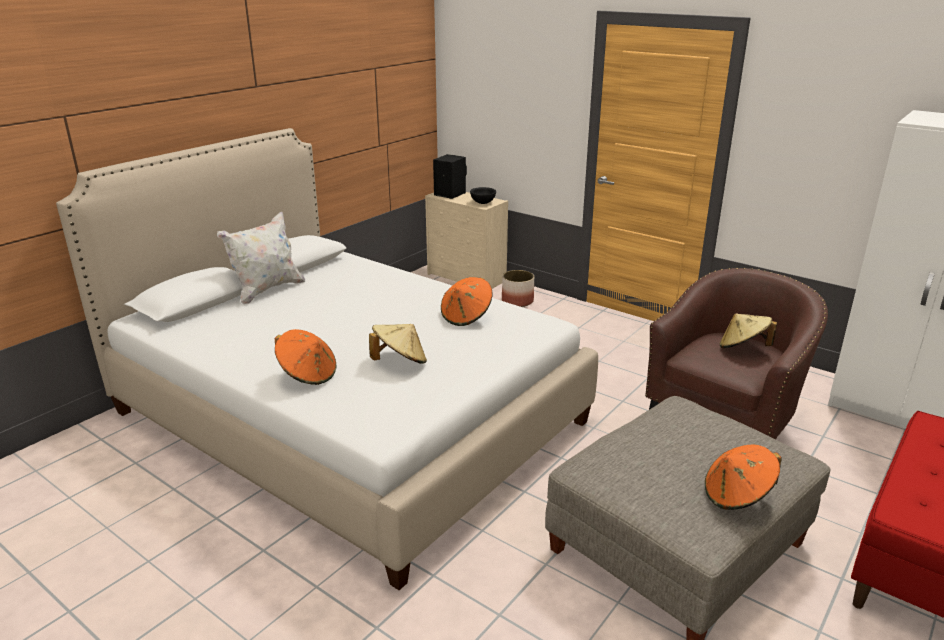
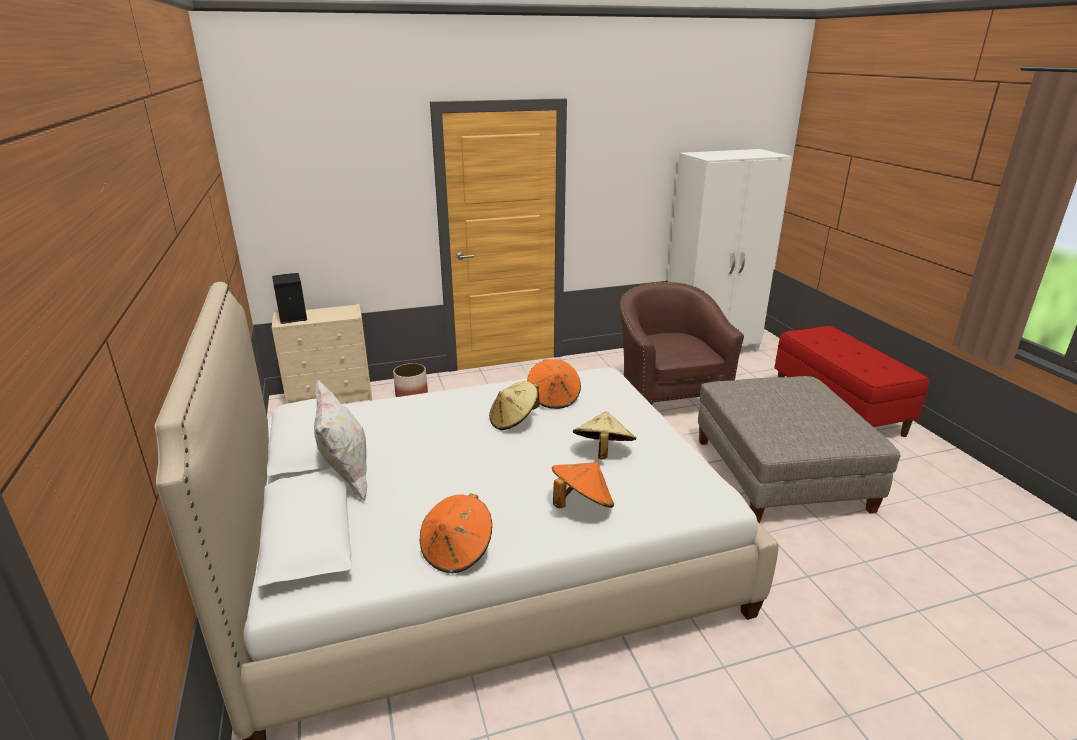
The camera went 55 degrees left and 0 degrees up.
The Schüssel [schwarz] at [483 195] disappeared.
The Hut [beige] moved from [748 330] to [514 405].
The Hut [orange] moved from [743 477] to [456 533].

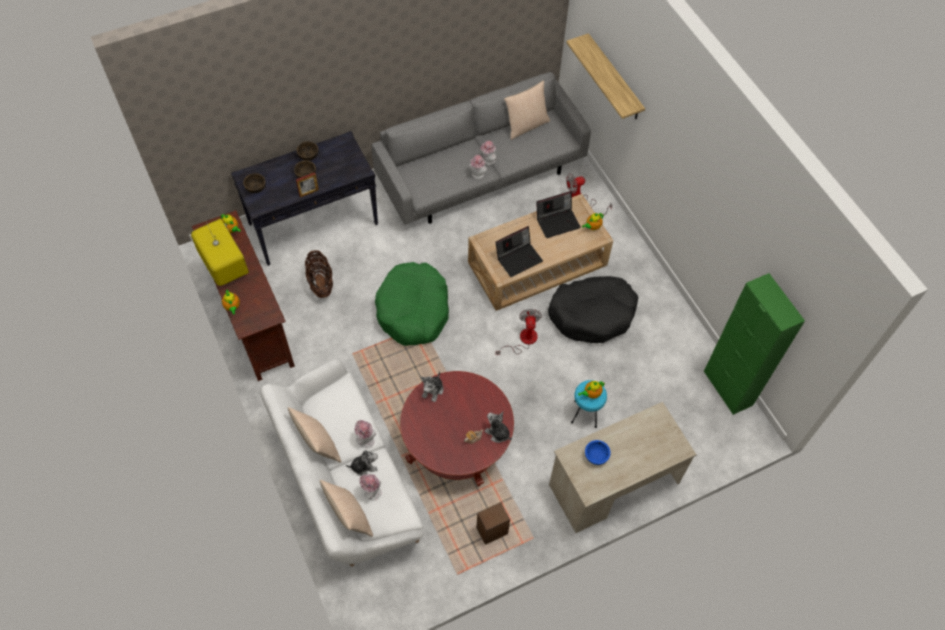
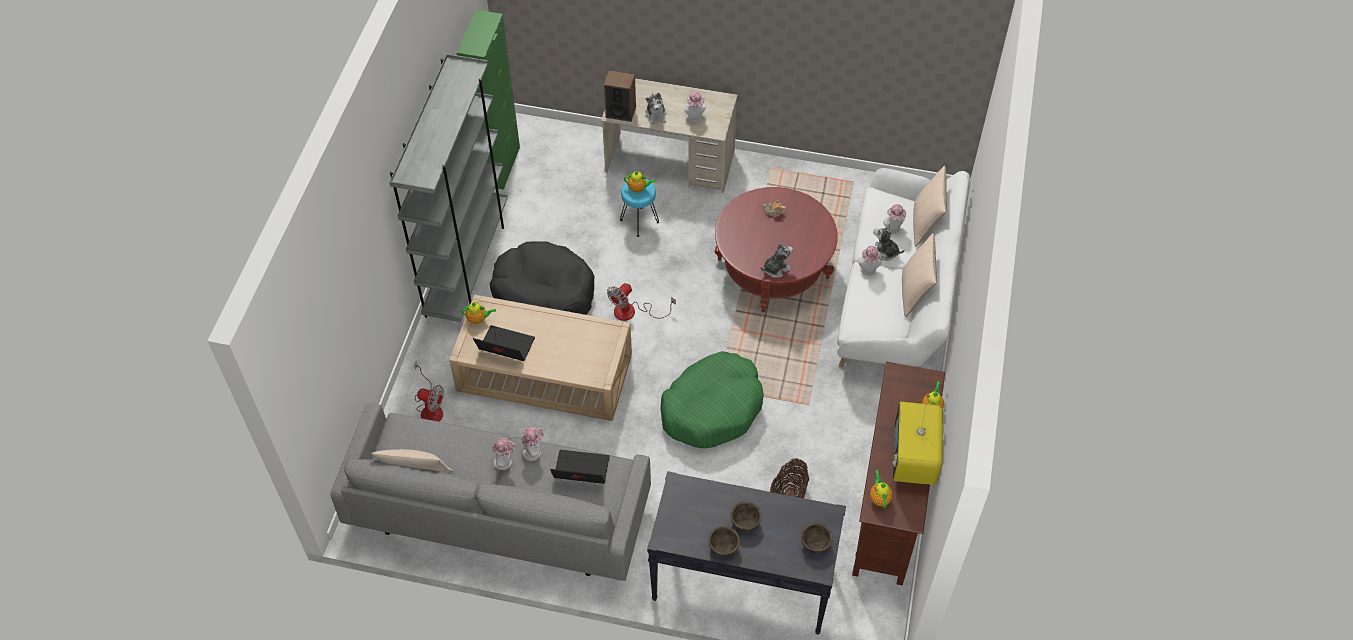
The camera went 140 degrees left and 5 degrees down.
The Wandregal at [605 76] disappeared.
The Bilderrahmen at [307 184] disappeared.
The Laptop moved from [519 251] to [580 467].
The Plüschtier moved from [498 427] to [656 109].
The Schüssel [blau] at [598 452] was replaced by the Hut at [695 106].
The Lautsprecher moved from [493 523] to [620 96].
The Bücherregal [grau] at [448 188] appeared.

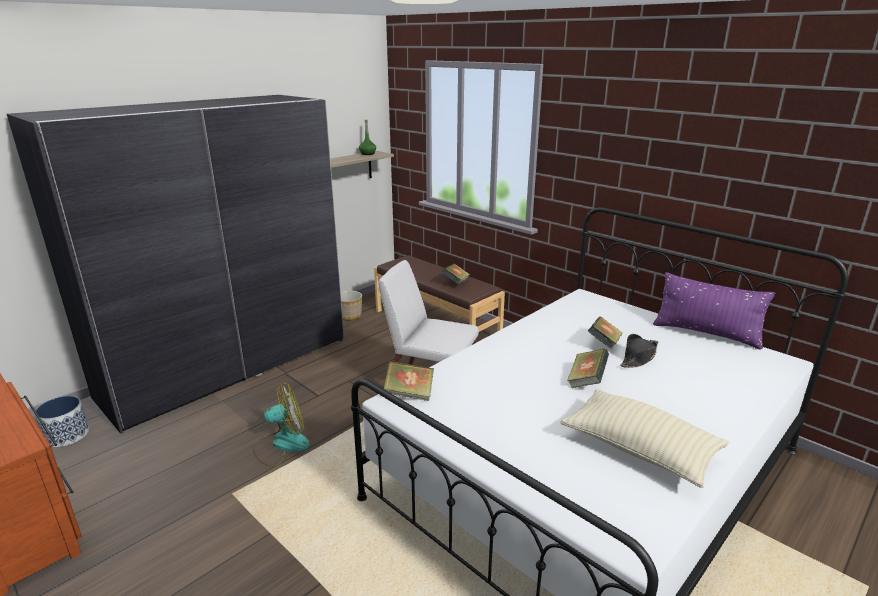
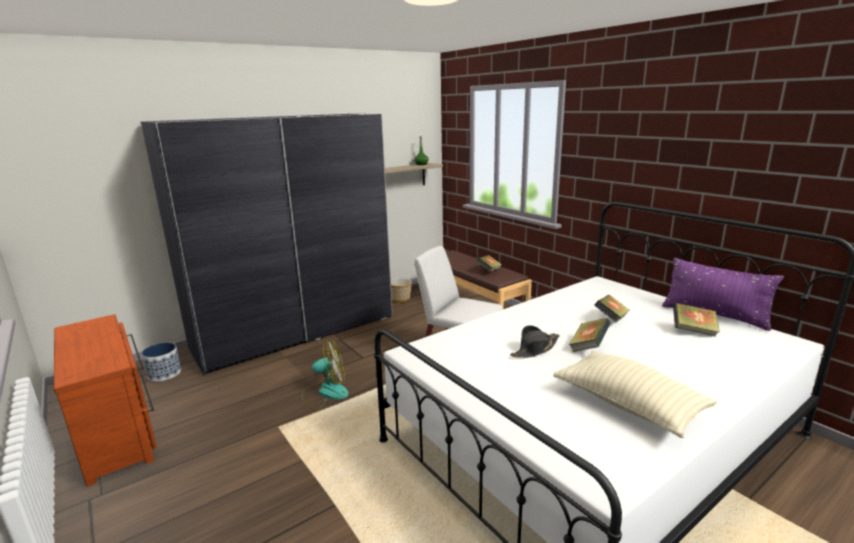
The camera went 10 degrees right and 5 degrees down.
The Hut [schwarz] moved from [639 351] to [535 341].
The Buch moved from [409 381] to [696 320].

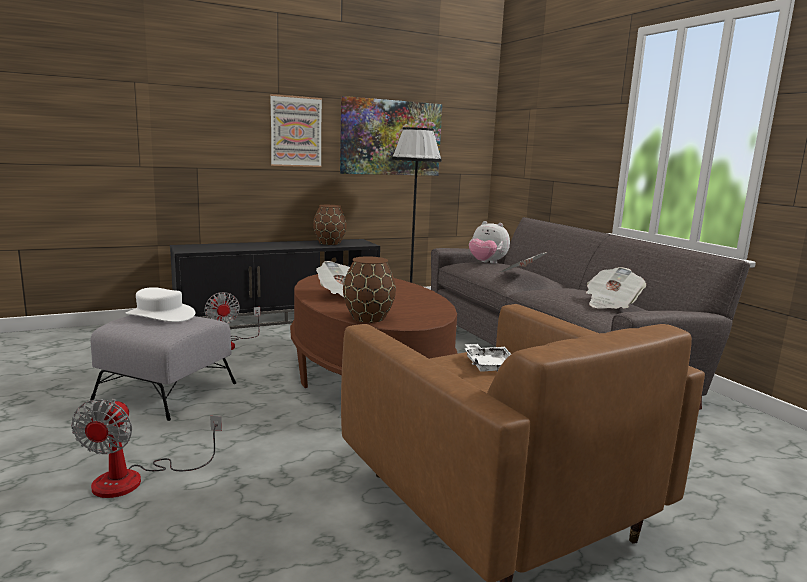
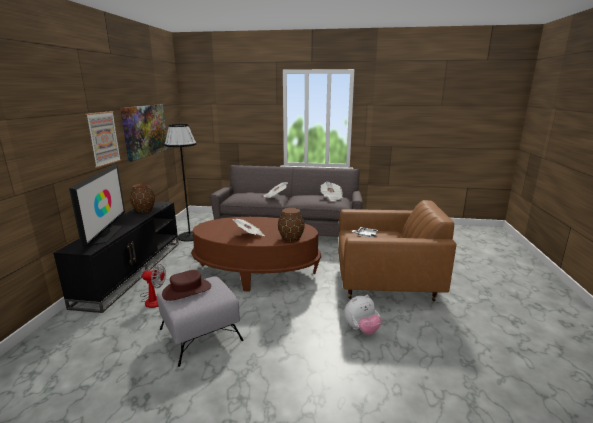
The camera went 55 degrees left and 5 degrees up.
The Plüschtier moved from [489 242] to [363 315].
The Hut [weiß] at [160 304] became the Hut [braun] at [186 285].
The Ventilator at [146 448] disappeared.
The Fernseher at [97 206] appeared.

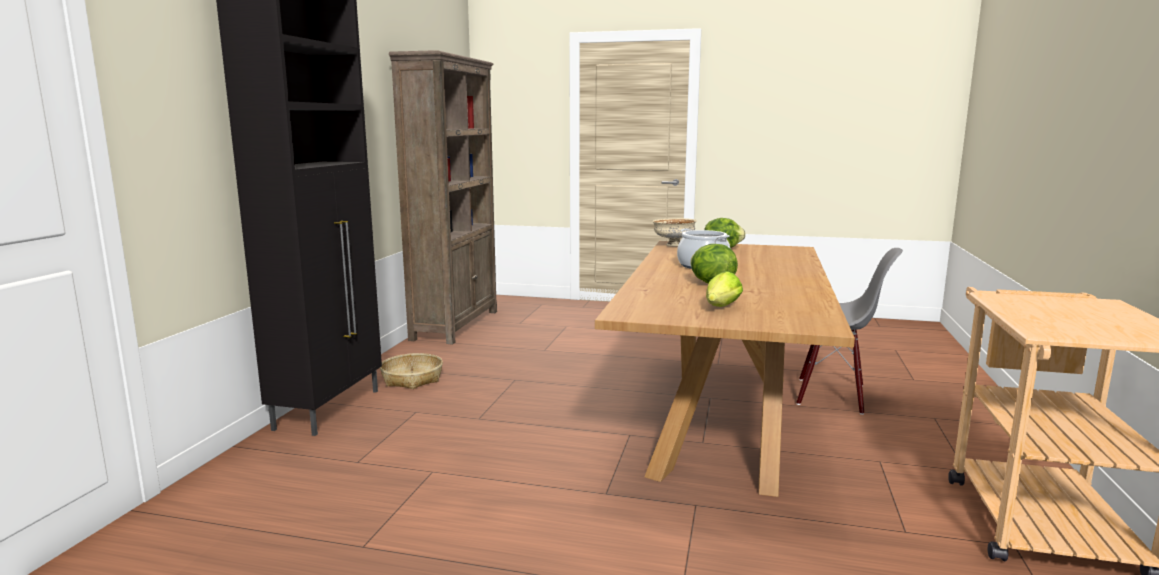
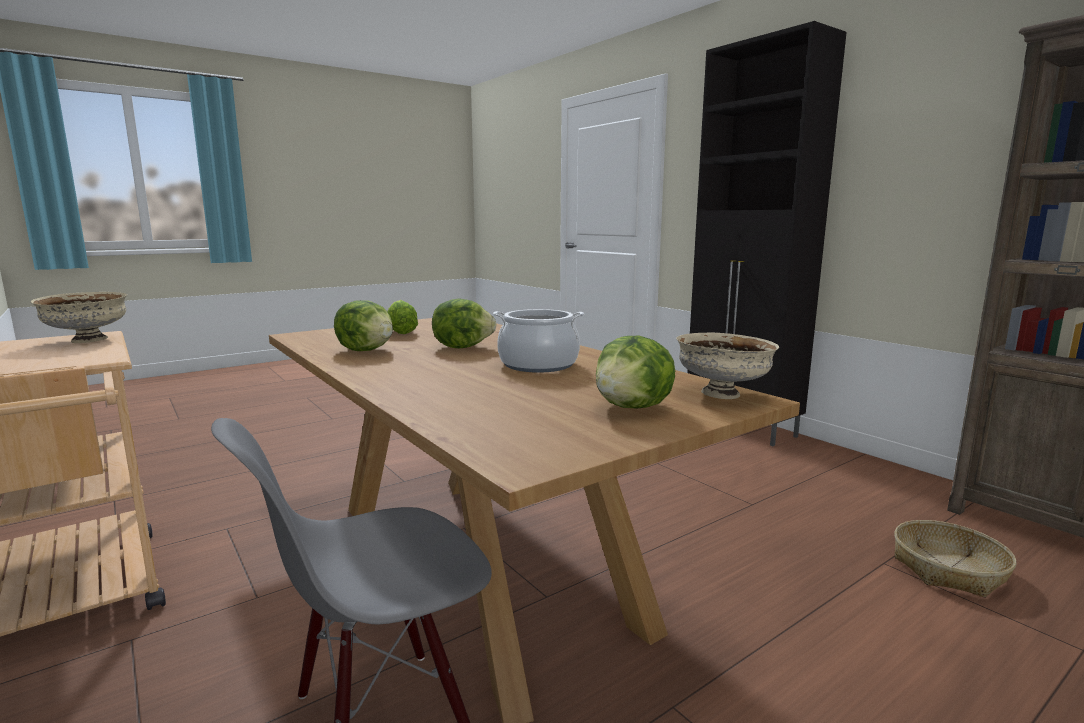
The camera went 130 degrees right and 0 degrees up.
The Korb moved from [411 371] to [955 558].
The Schüssel [beige] at [79 317] appeared.
The Salatkopf at [363 325] appeared.

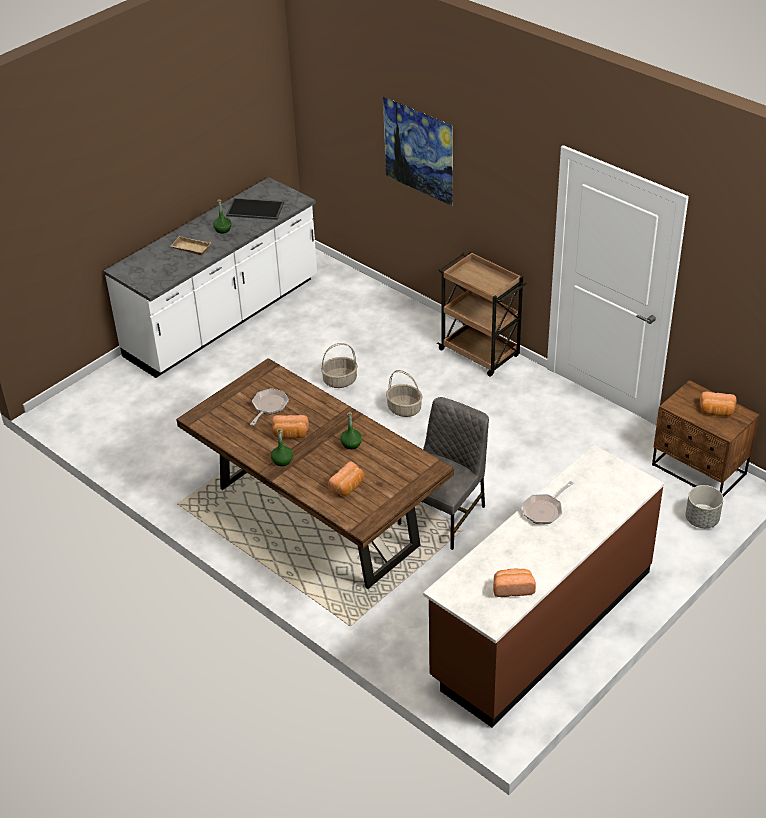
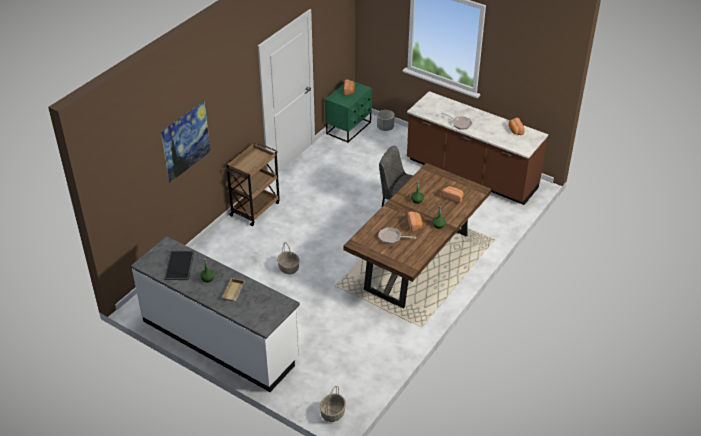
The camera went 100 degrees left and 0 degrees up.
The Korb moved from [404 393] to [333 404].
The Nachttisch [braun] at [706 438] became the Nachttisch [grün] at [348 111].

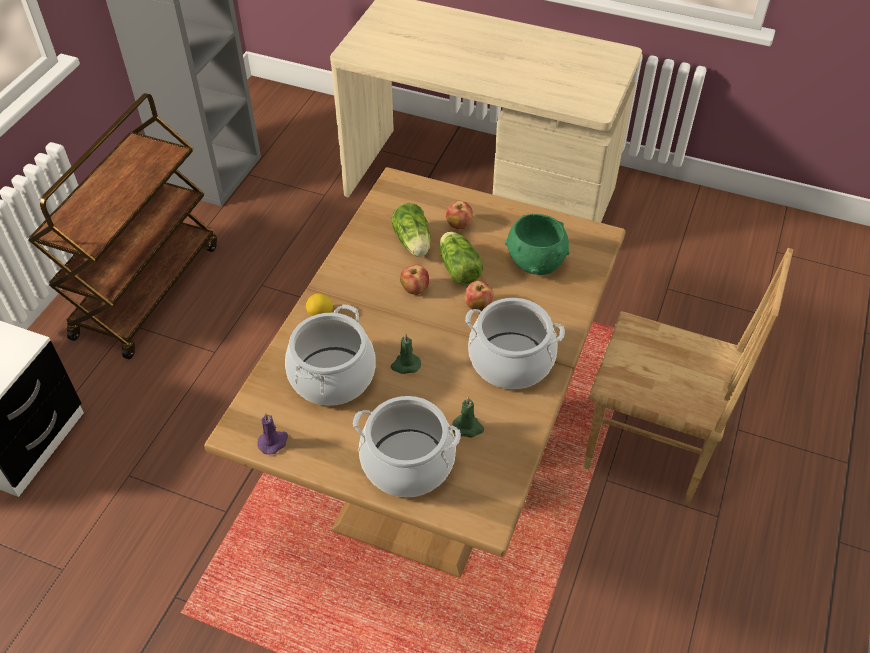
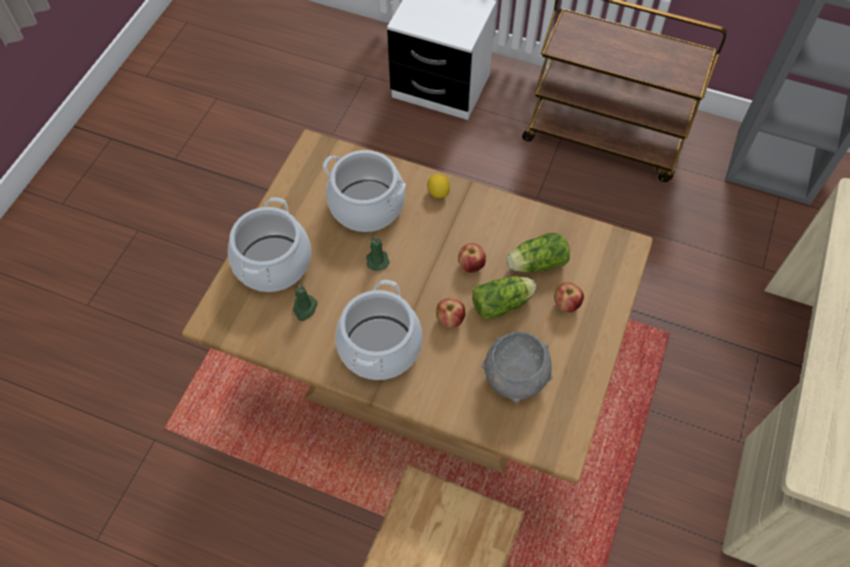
The camera went 90 degrees right and 10 degrees up.
The Schüssel [grün] at [537 244] became the Schüssel [grau] at [517 367].
The Kerze [lila] at [272 433] disappeared.

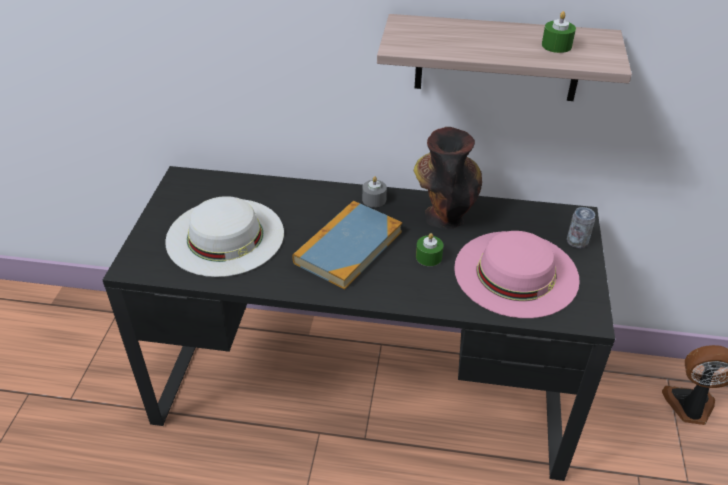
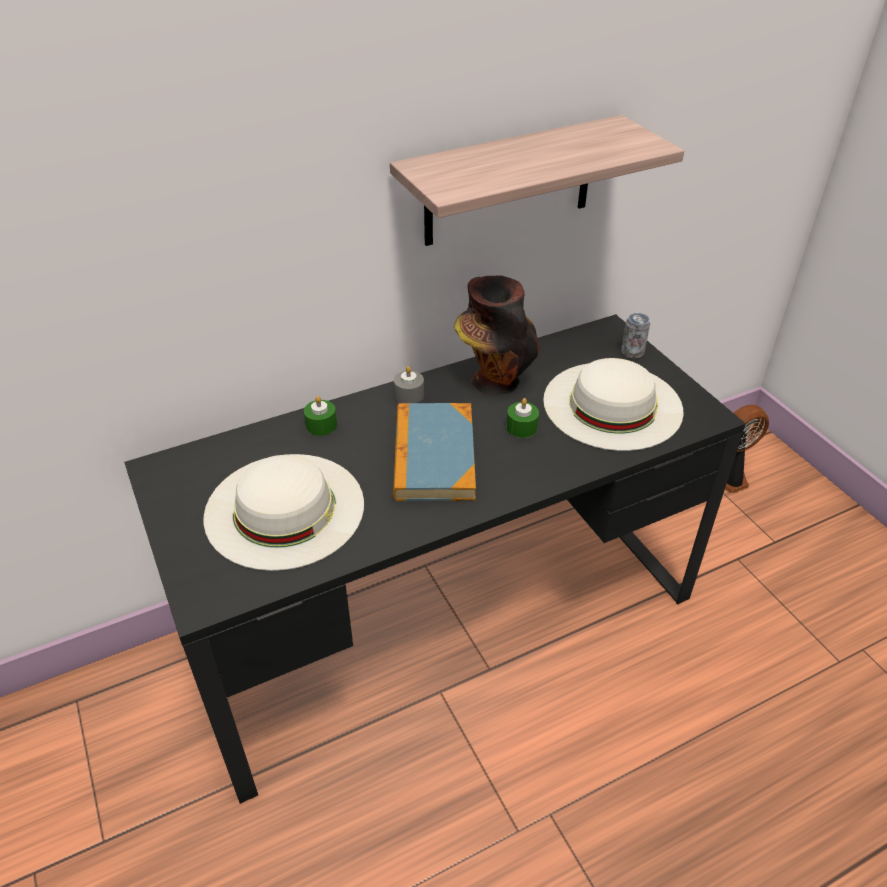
The camera went 35 degrees left and 0 degrees up.
The Kerze [grün] moved from [559 32] to [320 416].
The Hut [rosa] at [517 274] became the Hut [weiß] at [613 404].

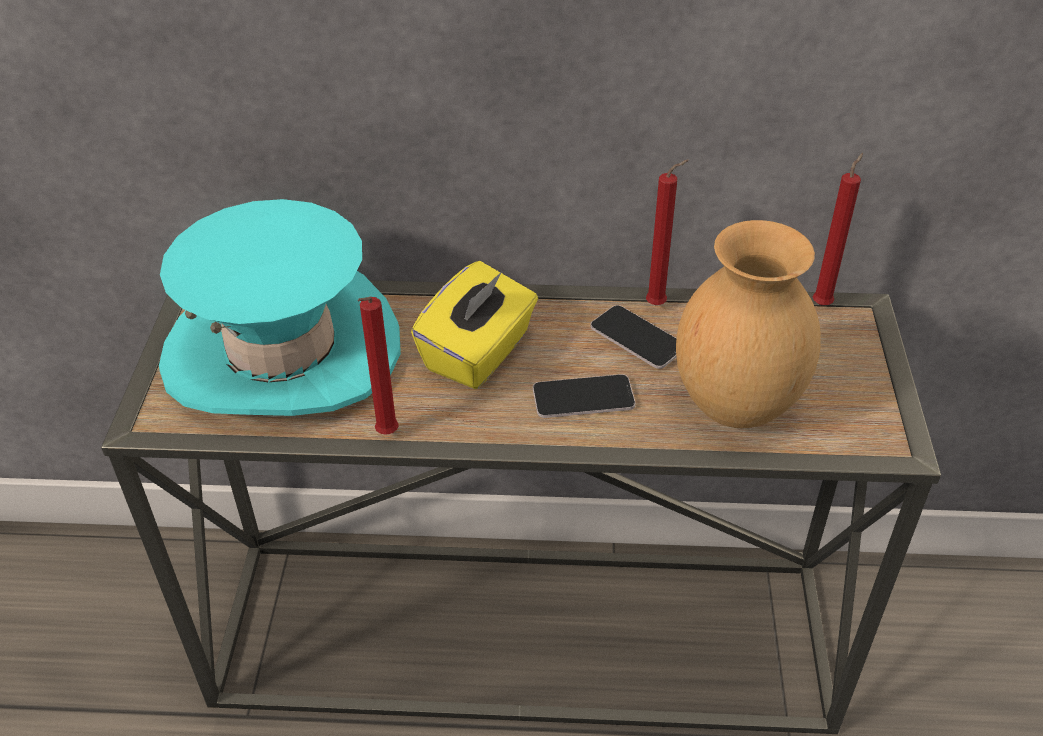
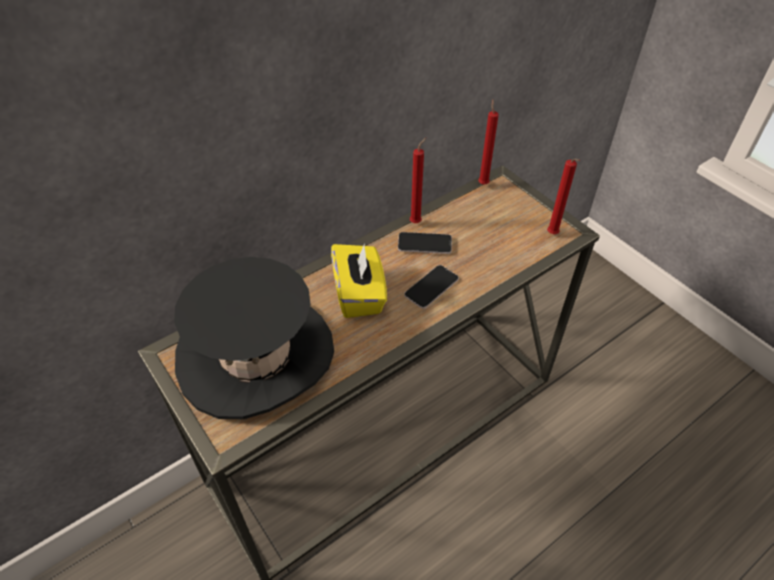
The camera went 40 degrees left and 5 degrees up.
The Hut [türkis] at [280 307] became the Hut [schwarz] at [254 338].
The Vase [braun] at [748 324] disappeared.
The Kerze [rot] moved from [378 366] to [563 196].

